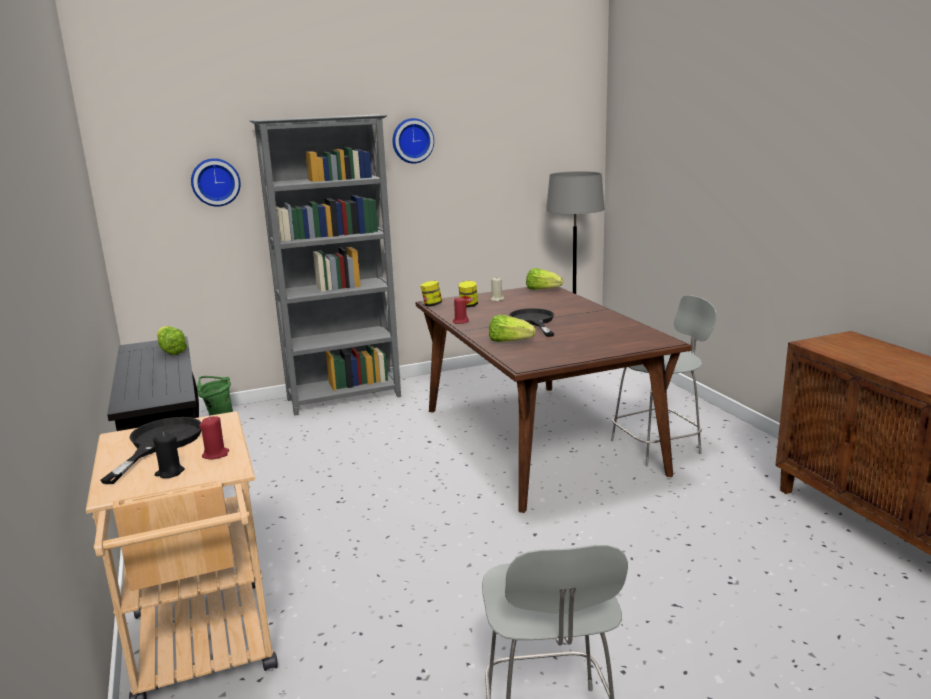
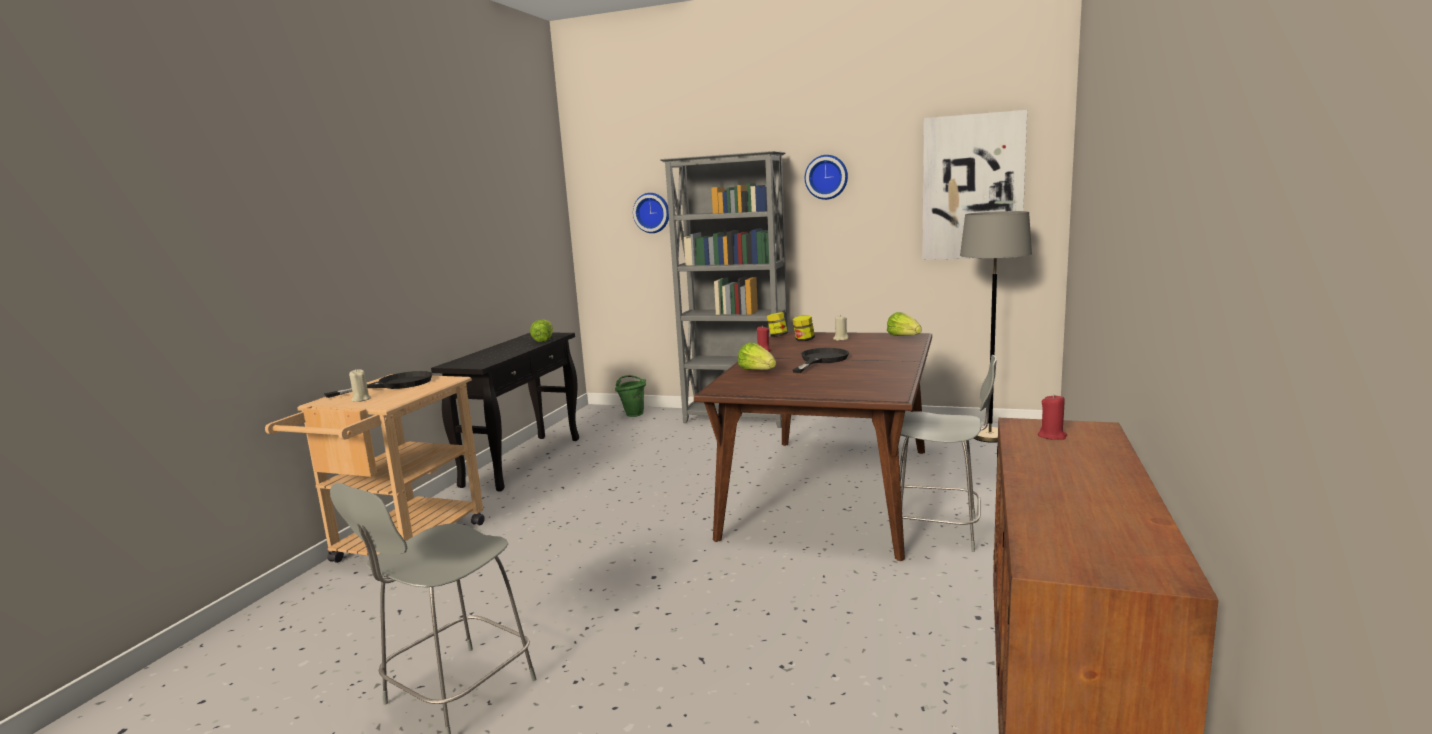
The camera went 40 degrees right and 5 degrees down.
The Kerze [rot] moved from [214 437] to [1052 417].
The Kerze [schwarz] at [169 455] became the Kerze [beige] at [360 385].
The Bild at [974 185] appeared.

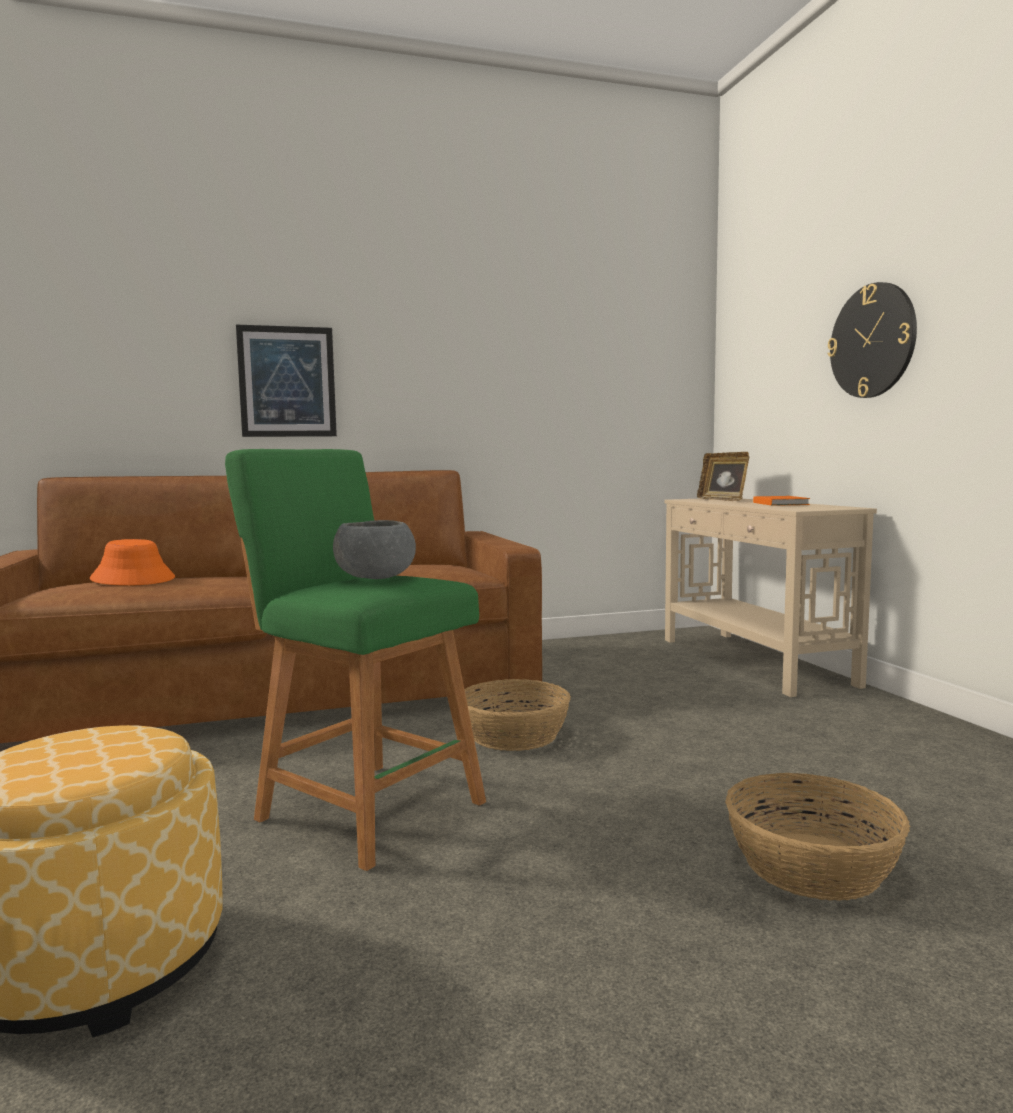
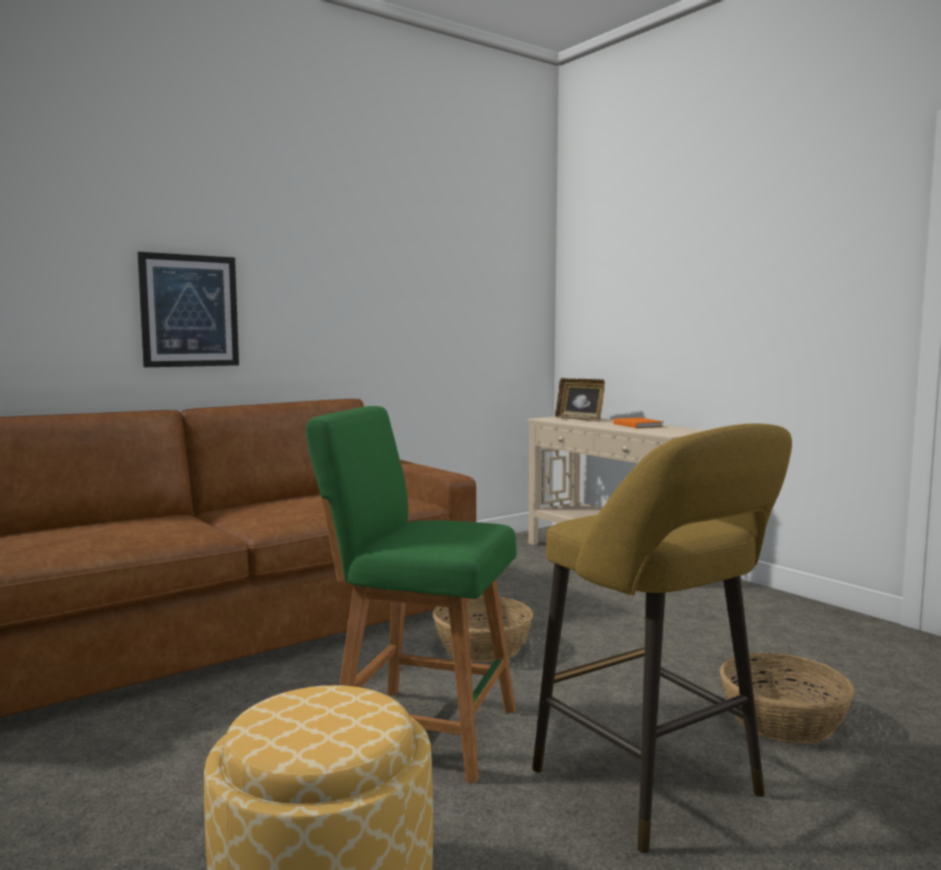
The camera went 20 degrees left and 0 degrees up.
The Wanduhr at [872 340] disappeared.
The Schüssel [grau] at [374 549] disappeared.
The Hut [orange] at [132 562] disappeared.
The Hocker [gelb] at [662 638] appeared.

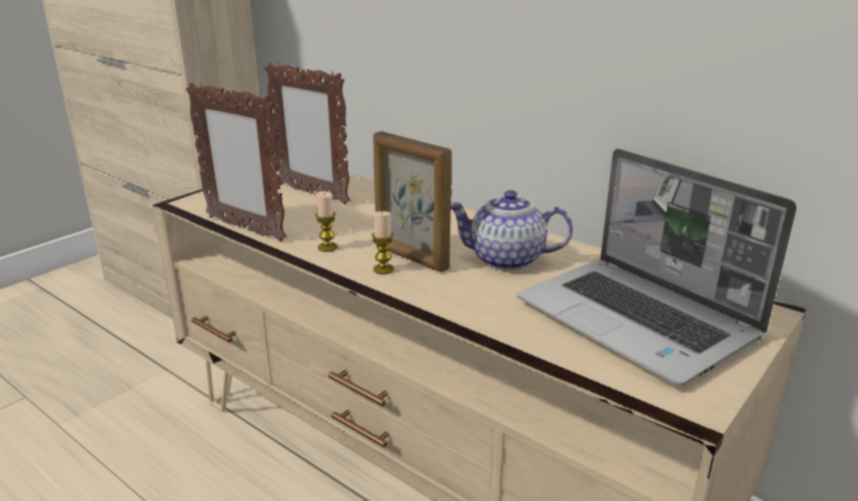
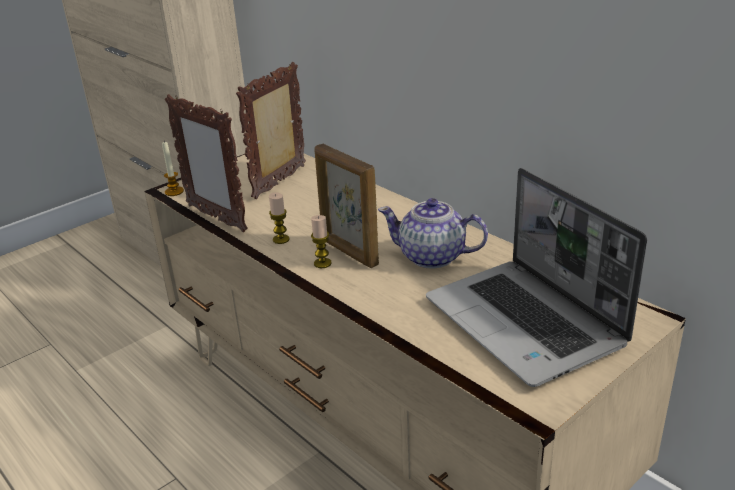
The camera went 10 degrees right and 5 degrees up.
The Bilderrahmen at [307 134] turned 75 degrees clockwise.
The Kerze at [173 168] appeared.

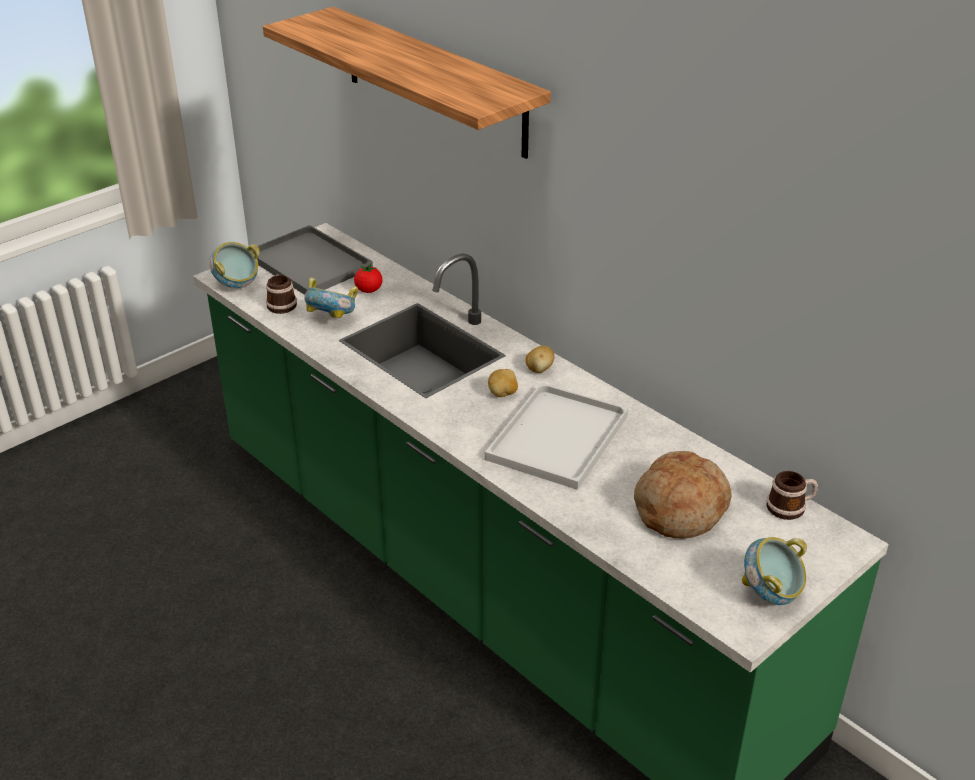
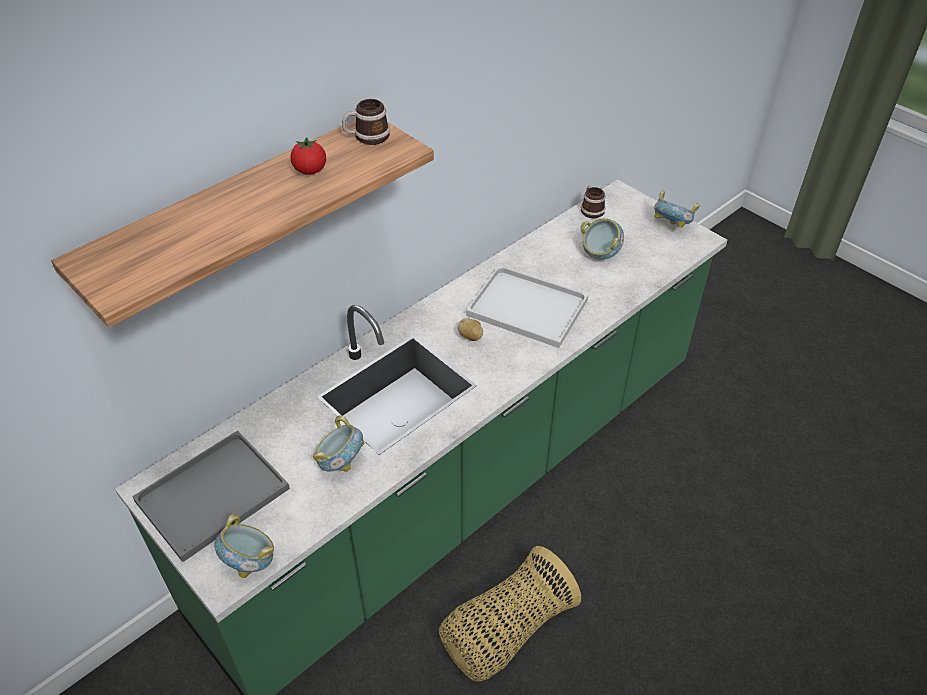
The camera went 90 degrees left and 10 degrees up.
The Tomate moved from [368 278] to [308 156].
The Henkelbecher moved from [281 294] to [366 122].
The Kartoffel at [539 359] disappeared.
The Brot at [683 495] was replaced by the Schüssel at [602 239].
The Korb at [510 614] appeared.

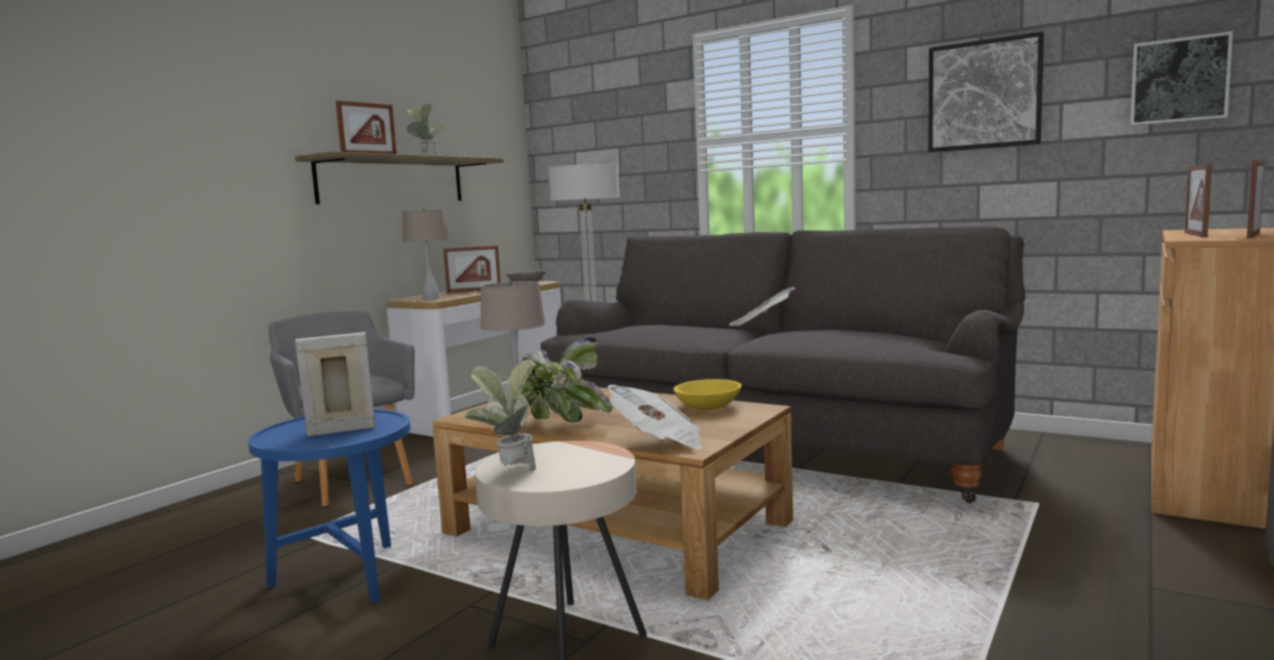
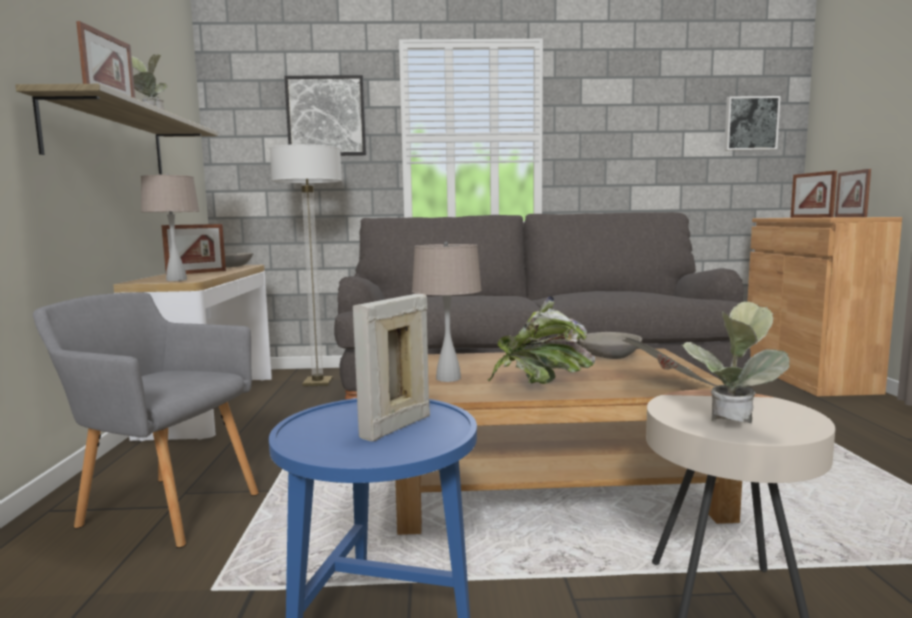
The camera went 35 degrees left and 0 degrees up.
The Bild moved from [986 91] to [325 115].
The Zeitung at [762 306] disappeared.
The Schüssel [gelb] at [707 394] became the Schüssel [grau] at [610 345].

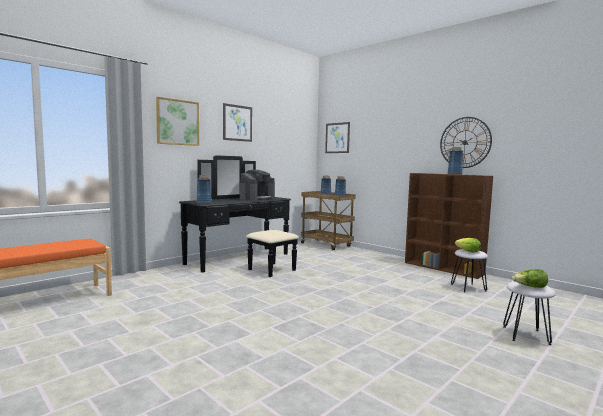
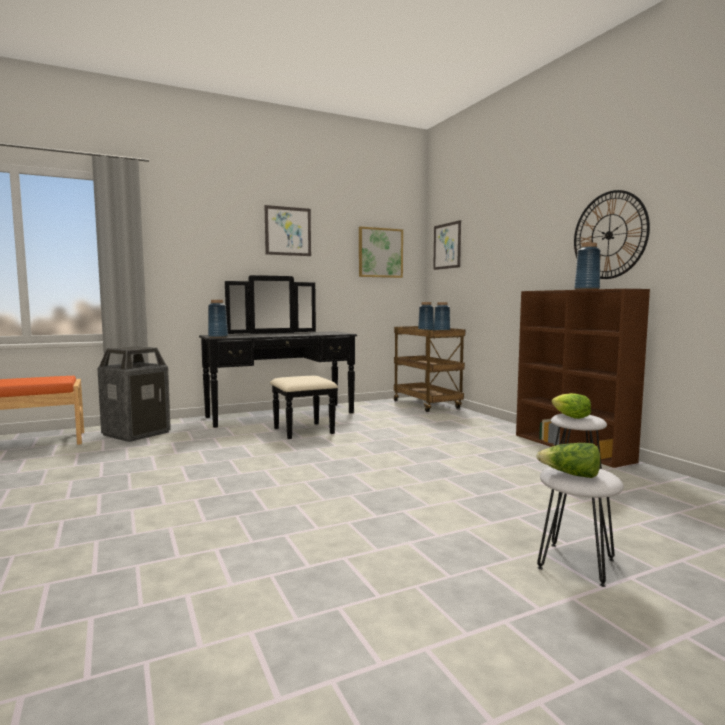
The camera went 20 degrees right and 0 degrees up.
The Bild moved from [177 121] to [381 252].
The Kaffeemaschine at [257 185] disappeared.
The Mülleimer at [134 394] appeared.

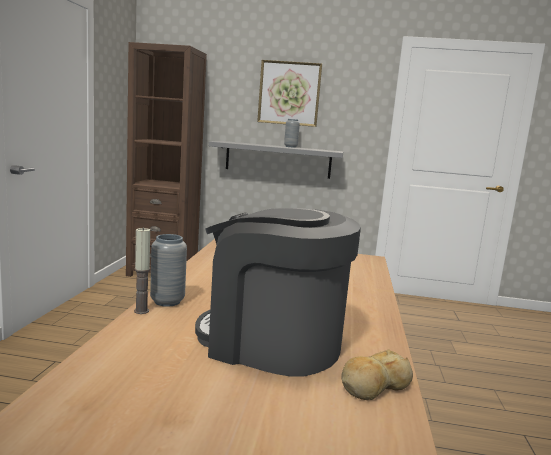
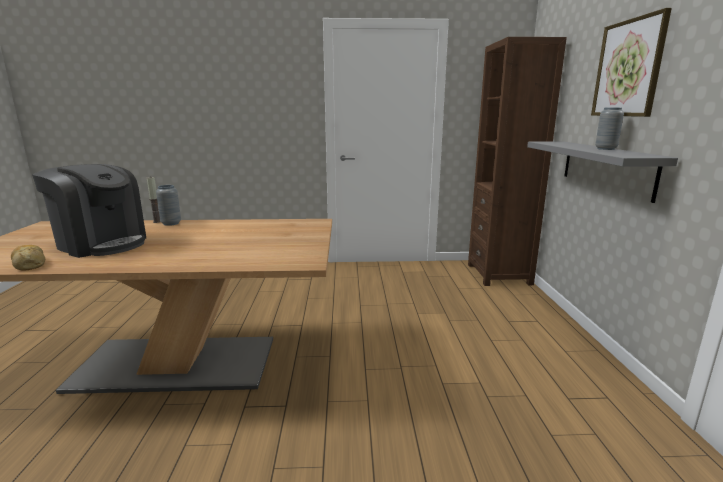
The camera went 80 degrees right and 5 degrees up.
The Kaffeemaschine at [278 292] turned 105 degrees clockwise.

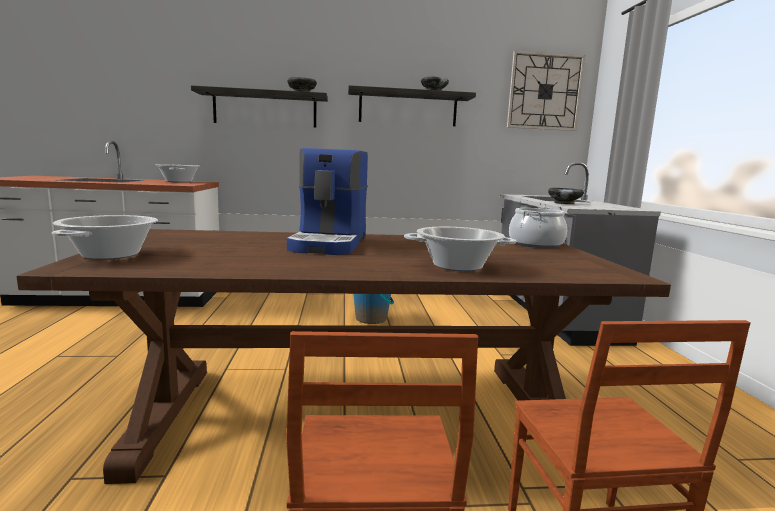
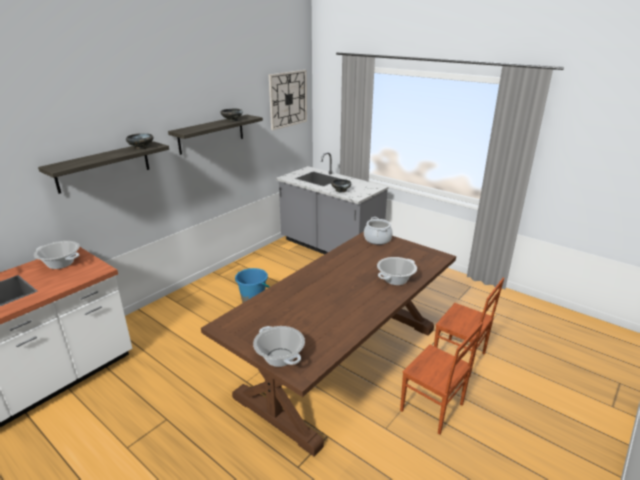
The camera went 45 degrees left and 15 degrees up.
The Kaffeemaschine at [327 201] disappeared.

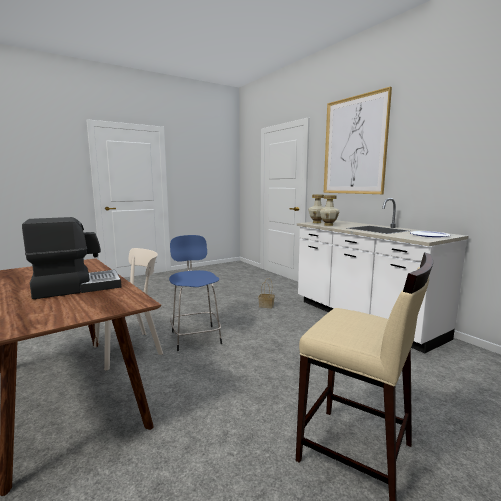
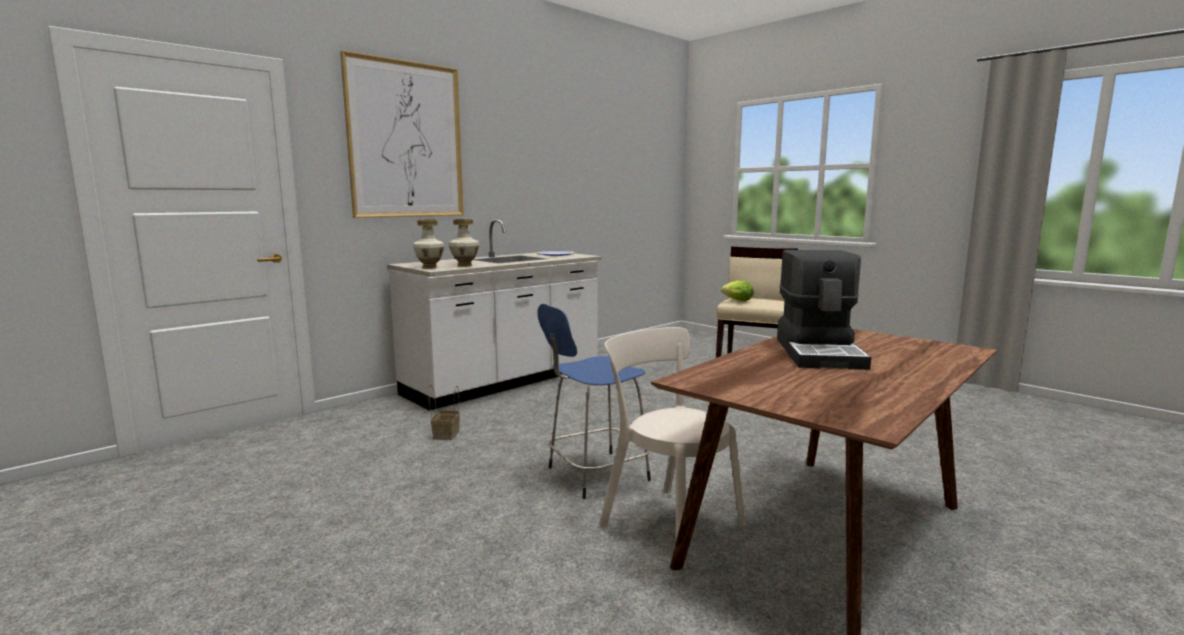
The camera went 100 degrees left and 0 degrees up.
The Kaffeemaschine at [72 258] turned 135 degrees counterclockwise.
The Salatkopf at [737 290] appeared.

